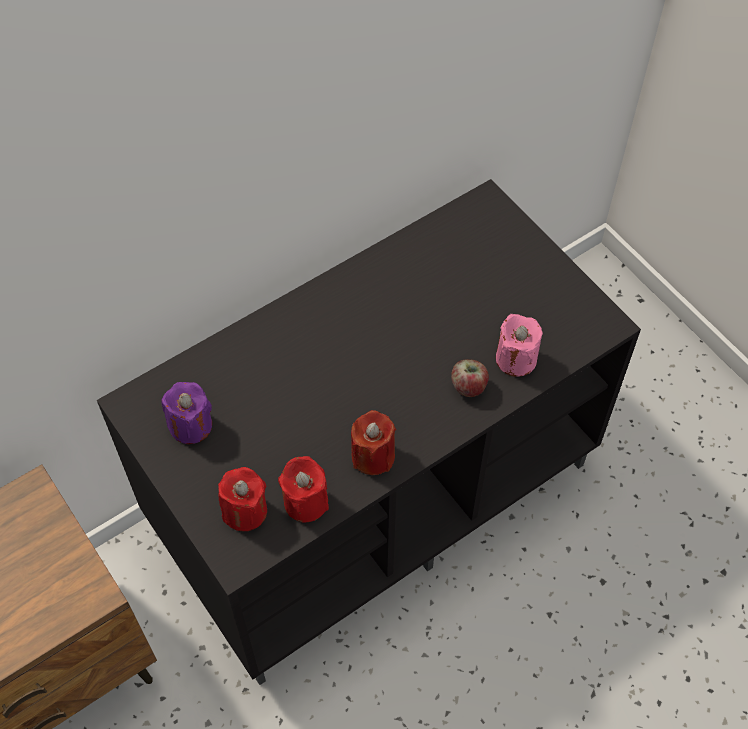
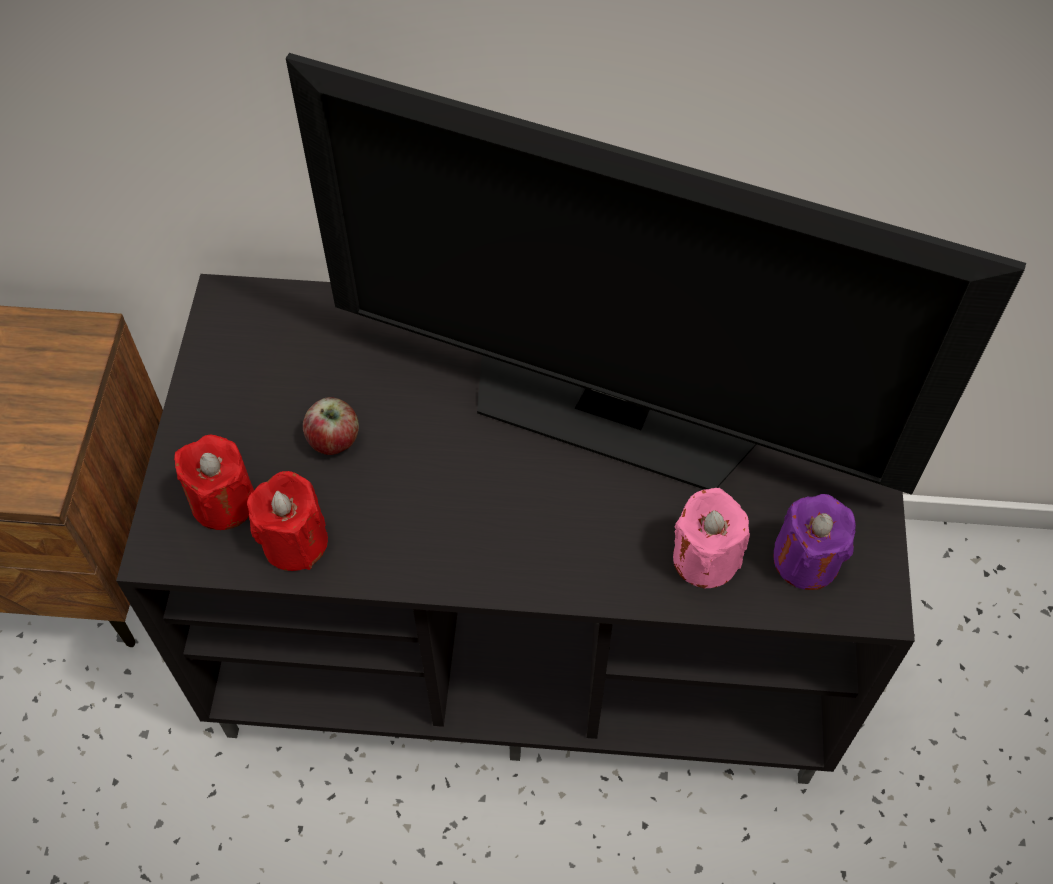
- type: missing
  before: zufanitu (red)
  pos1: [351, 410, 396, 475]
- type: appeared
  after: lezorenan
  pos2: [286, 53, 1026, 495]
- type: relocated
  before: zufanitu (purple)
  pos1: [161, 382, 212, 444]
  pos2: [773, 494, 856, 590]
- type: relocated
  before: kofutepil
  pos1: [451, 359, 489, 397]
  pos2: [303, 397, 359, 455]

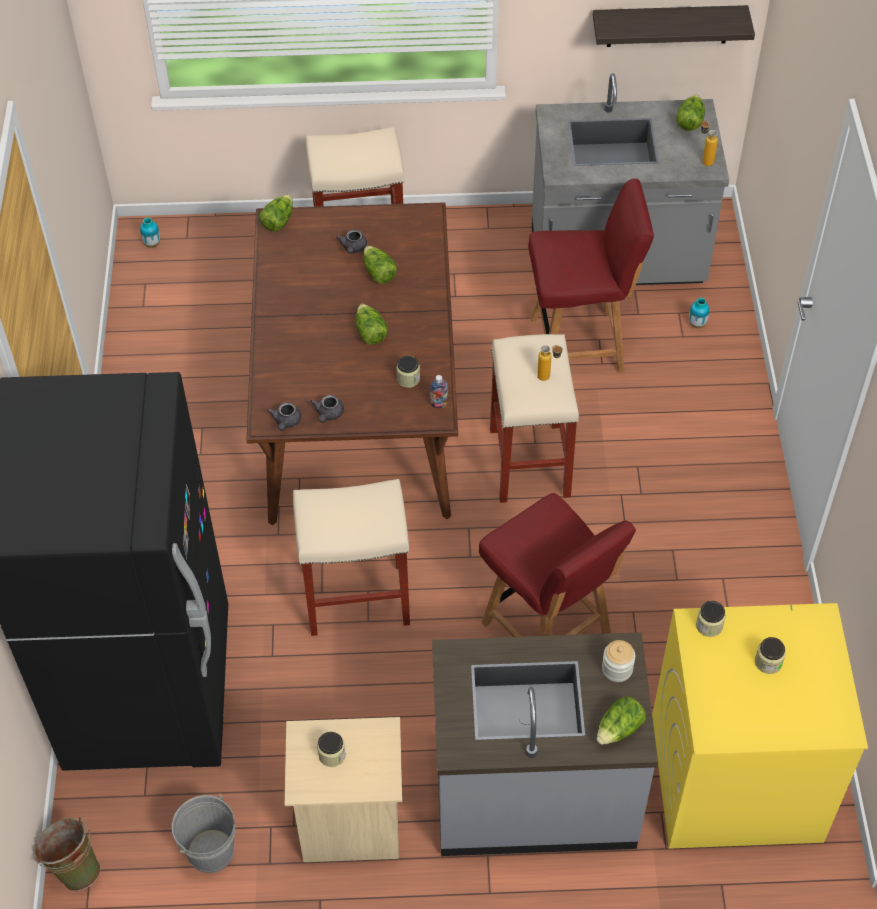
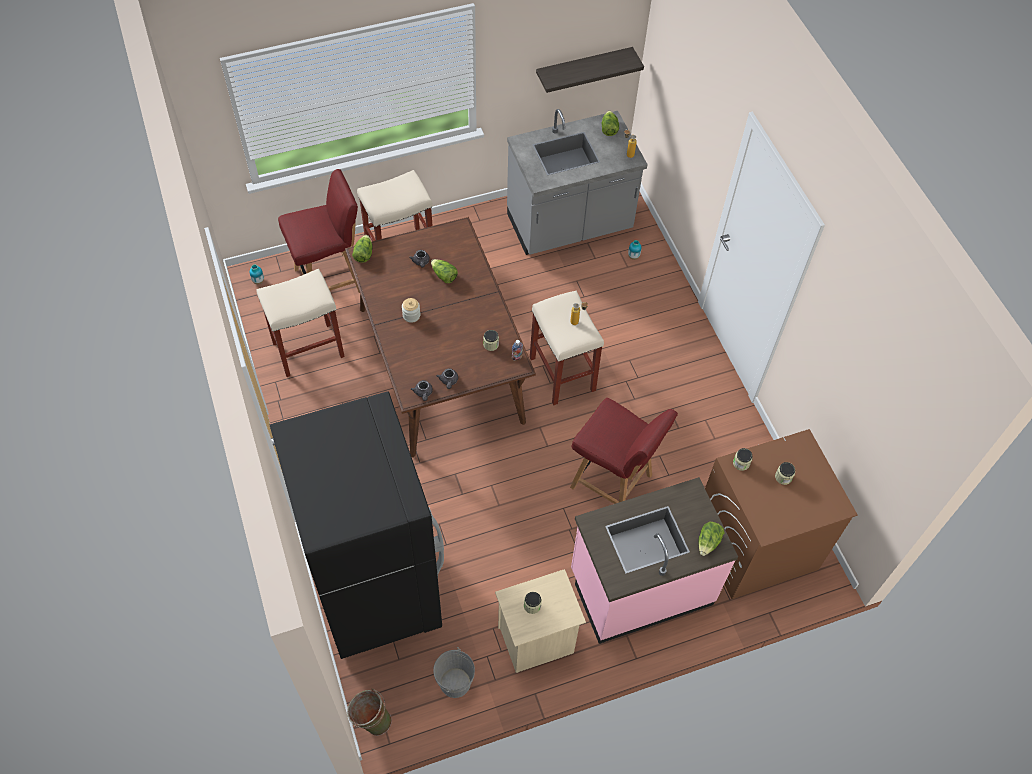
- type: missing
  before: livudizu
  pos1: [356, 304, 388, 345]
- type: relocated
  before: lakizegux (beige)
  pos1: [293, 479, 410, 636]
  pos2: [256, 269, 345, 377]
- type: relocated
  before: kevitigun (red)
  pos1: [528, 179, 654, 373]
  pos2: [278, 169, 360, 293]
- type: relocated
  before: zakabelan
  pos1: [602, 640, 635, 682]
  pos2: [402, 298, 420, 323]
- type: colour
  before: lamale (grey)
  after: lamale (pink)
  pos1: [432, 632, 658, 856]
  pos2: [571, 477, 738, 644]
- type: colour
  before: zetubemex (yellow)
  after: zetubemex (brown)
  pos1: [652, 603, 868, 849]
  pos2: [705, 429, 858, 599]

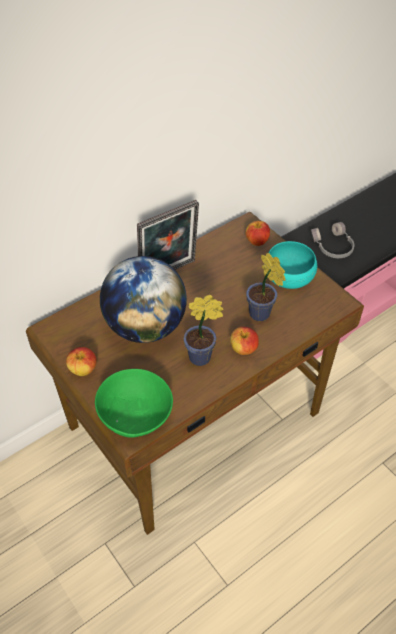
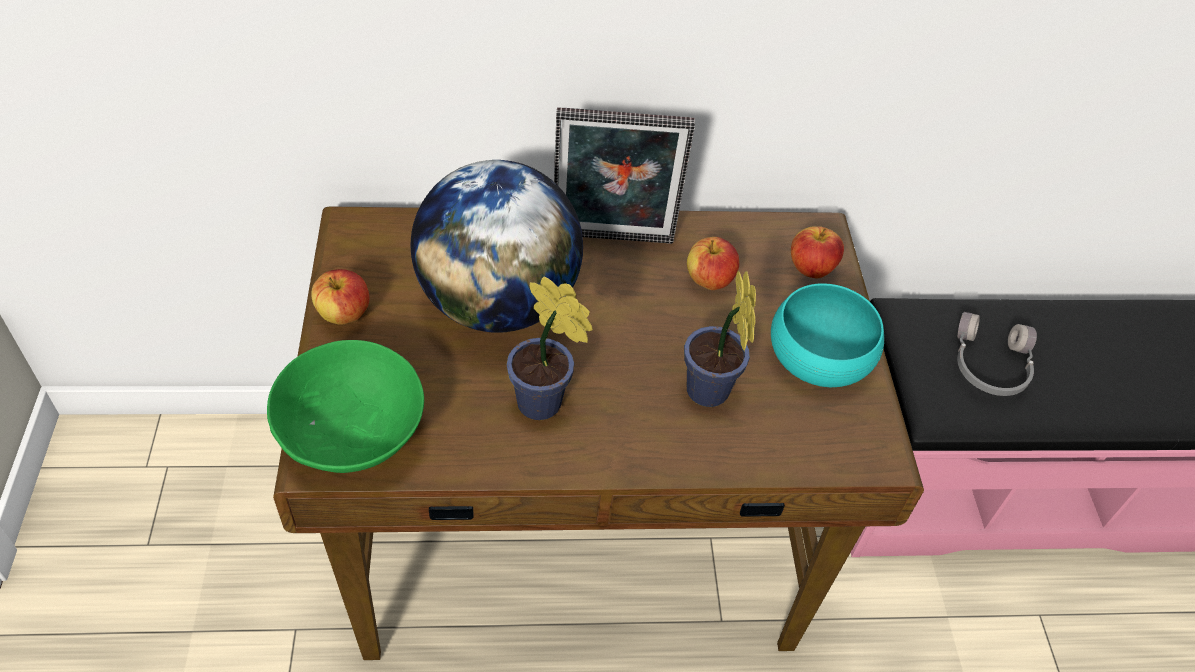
- type: relocated
  before: kofutepil
  pos1: [230, 327, 259, 355]
  pos2: [687, 237, 739, 290]

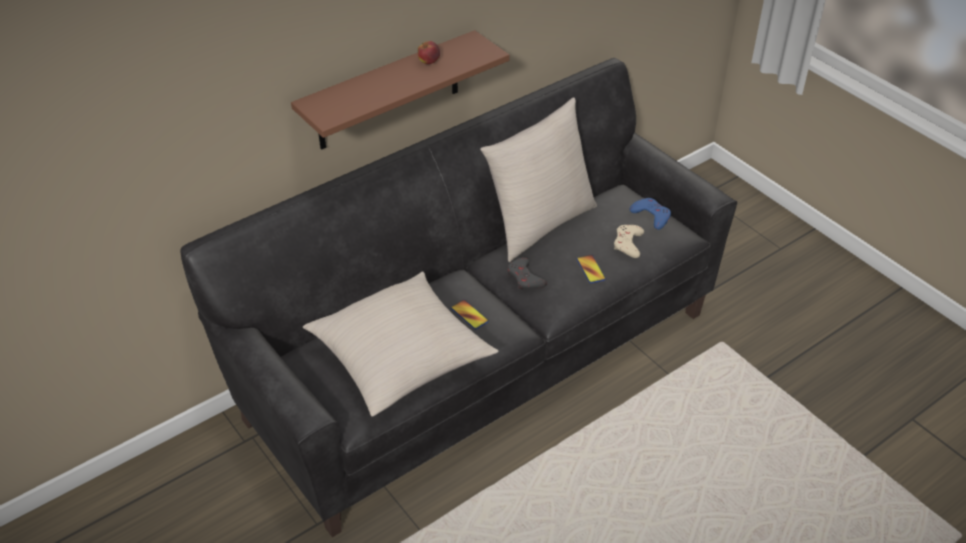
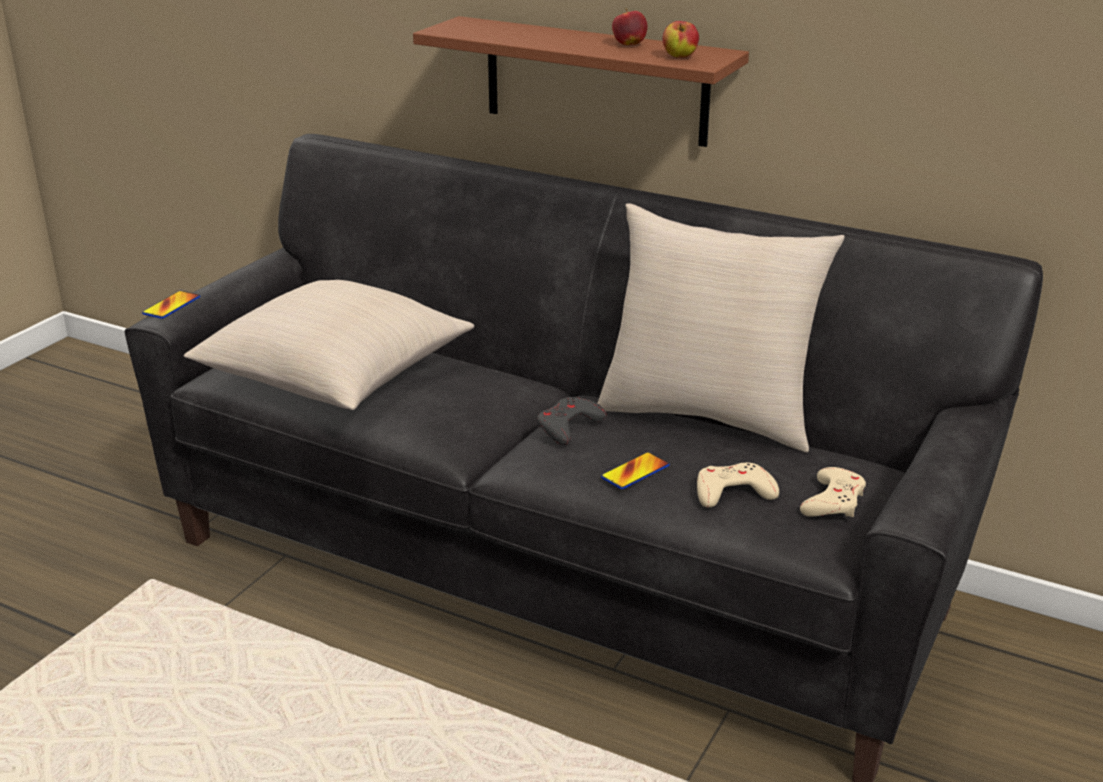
- type: appeared
  after: kofutepil
  pos2: [662, 21, 699, 58]
- type: relocated
  before: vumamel
  pos1: [451, 299, 489, 329]
  pos2: [142, 291, 200, 319]
- type: colour
  before: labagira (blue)
  after: labagira (beige)
  pos1: [630, 198, 671, 230]
  pos2: [800, 467, 866, 517]

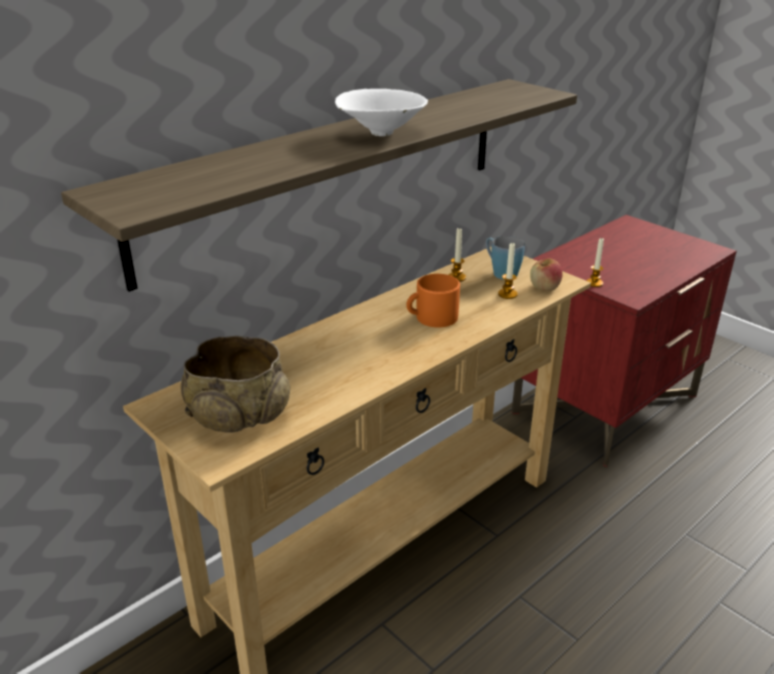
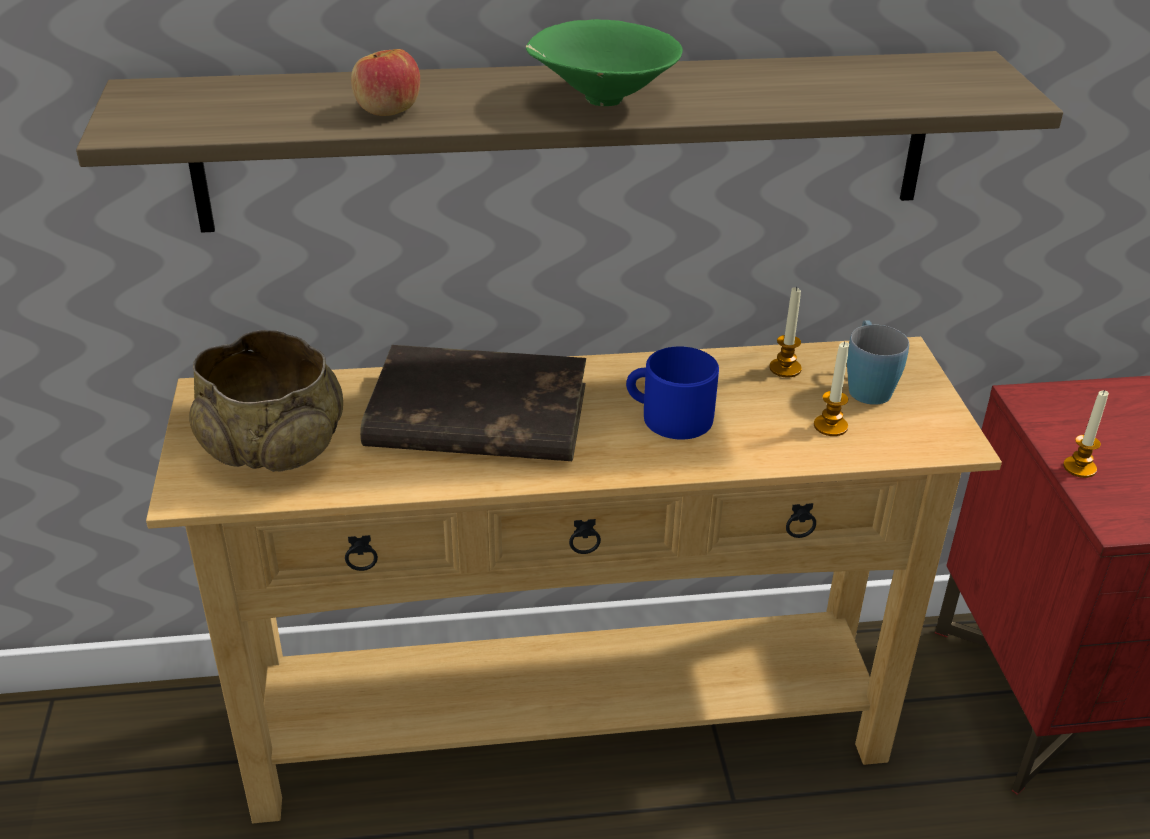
- type: appeared
  after: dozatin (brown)
  pos2: [360, 345, 586, 461]
- type: relocated
  before: kofutepil
  pos1: [530, 258, 563, 291]
  pos2: [351, 49, 420, 116]
- type: colour
  before: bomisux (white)
  after: bomisux (green)
  pos1: [335, 89, 428, 136]
  pos2: [526, 19, 683, 106]
- type: colour
  before: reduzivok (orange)
  after: reduzivok (blue)
  pos1: [406, 274, 460, 328]
  pos2: [626, 346, 719, 440]

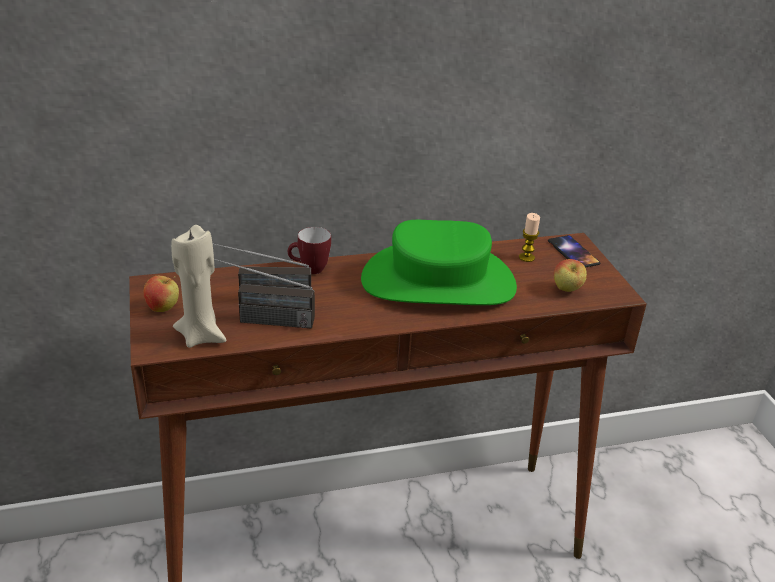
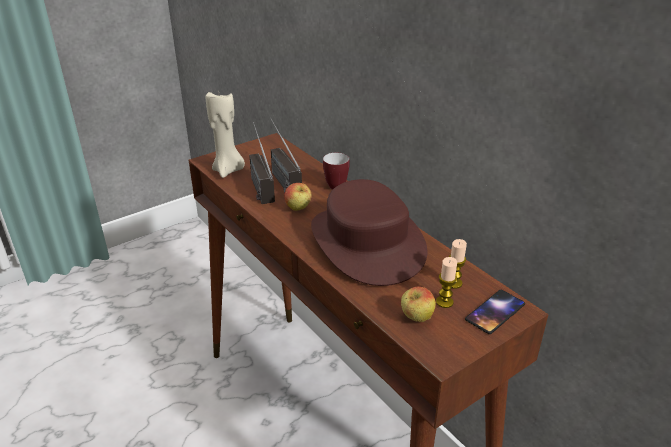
- type: appeared
  after: zufanitu
  pos2: [436, 257, 457, 308]
- type: relocated
  before: kofutepil
  pos1: [144, 276, 179, 312]
  pos2: [284, 183, 312, 211]
- type: colour
  before: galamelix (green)
  after: galamelix (brown)
  pos1: [361, 220, 517, 305]
  pos2: [311, 179, 427, 286]

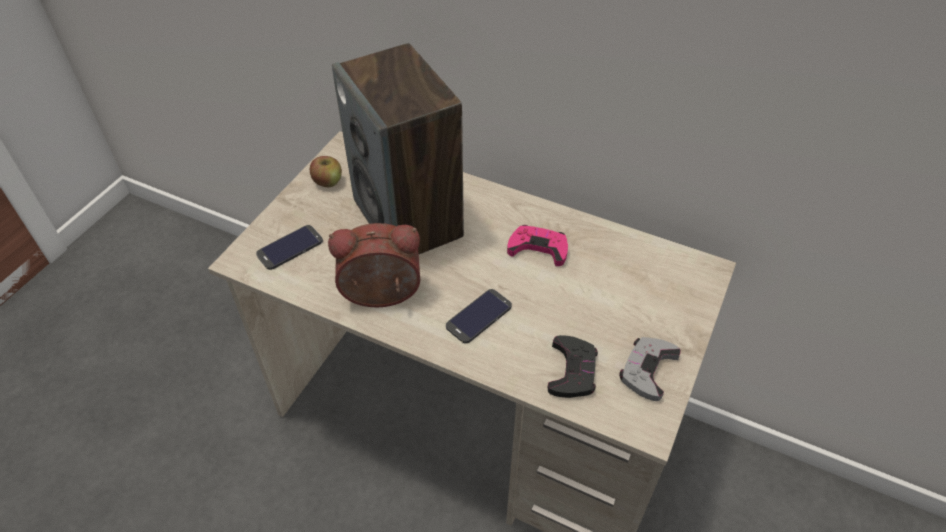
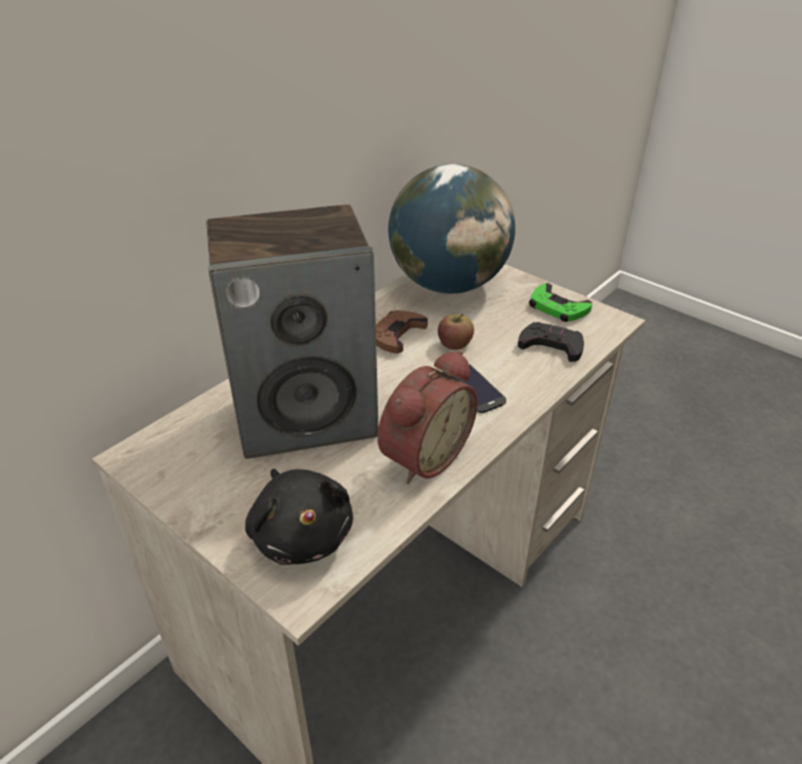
- type: appeared
  after: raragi
  pos2: [388, 164, 515, 294]
- type: relocated
  before: kofutepil
  pos1: [310, 156, 342, 188]
  pos2: [438, 314, 474, 350]
- type: exchanged
  before: vumamel
  after: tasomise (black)
  pos1: [256, 225, 323, 270]
  pos2: [245, 469, 353, 565]
- type: colour
  before: labagira (pink)
  after: labagira (brown)
  pos1: [507, 225, 568, 266]
  pos2: [376, 310, 428, 354]
- type: colour
  before: labagira (grey)
  after: labagira (green)
  pos1: [620, 337, 681, 401]
  pos2: [529, 283, 592, 322]
- type: spun
  before: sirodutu
  pos1: [328, 223, 420, 307]
  pos2: [377, 350, 478, 484]
  turn: -150

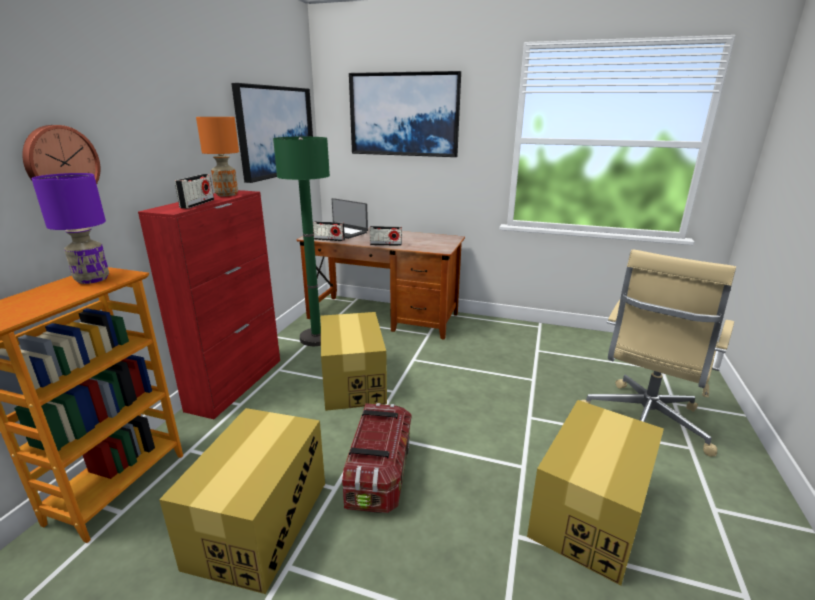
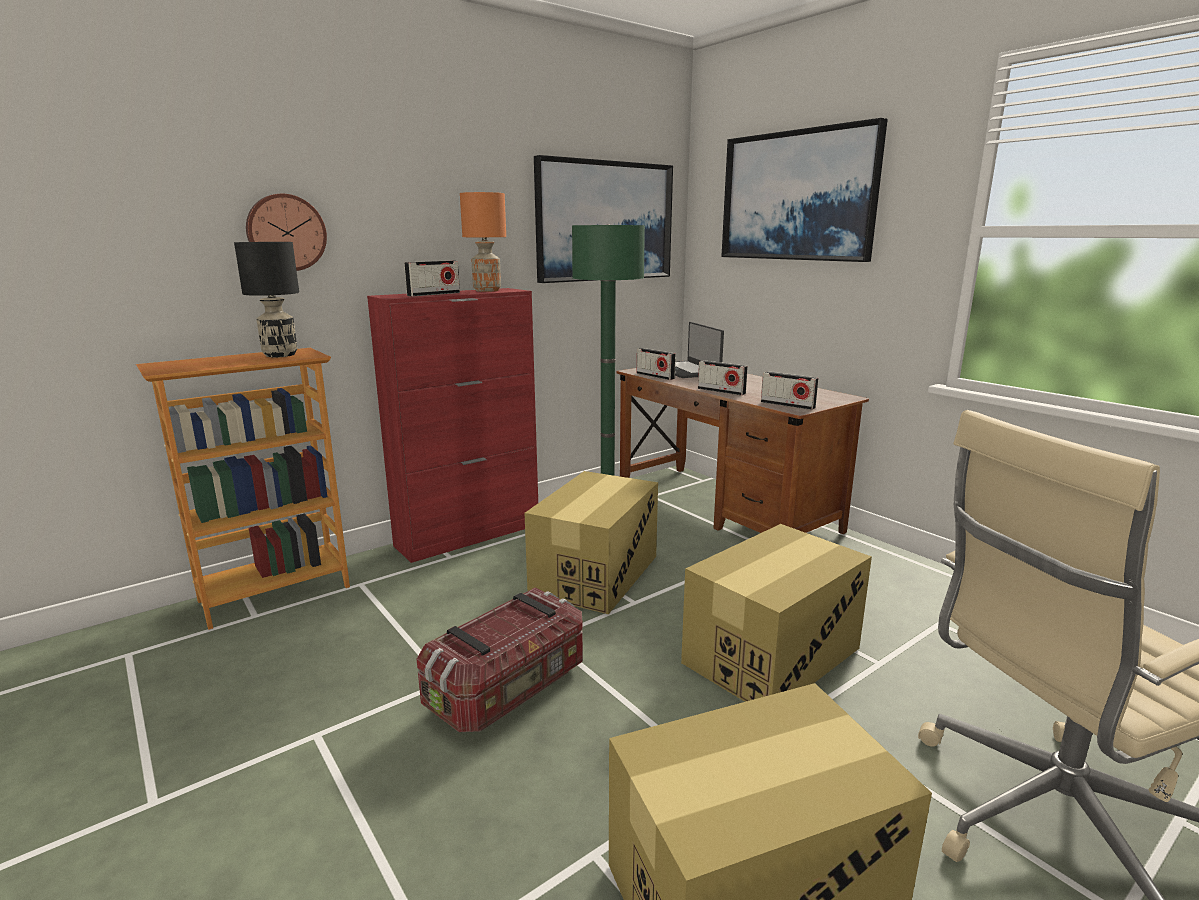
- type: appeared
  after: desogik
  pos2: [761, 371, 819, 410]
- type: relocated
  before: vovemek
  pos1: [159, 408, 325, 594]
  pos2: [681, 524, 872, 702]
- type: colour
  before: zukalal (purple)
  after: zukalal (black)
  pos1: [31, 173, 109, 284]
  pos2: [234, 242, 299, 357]

